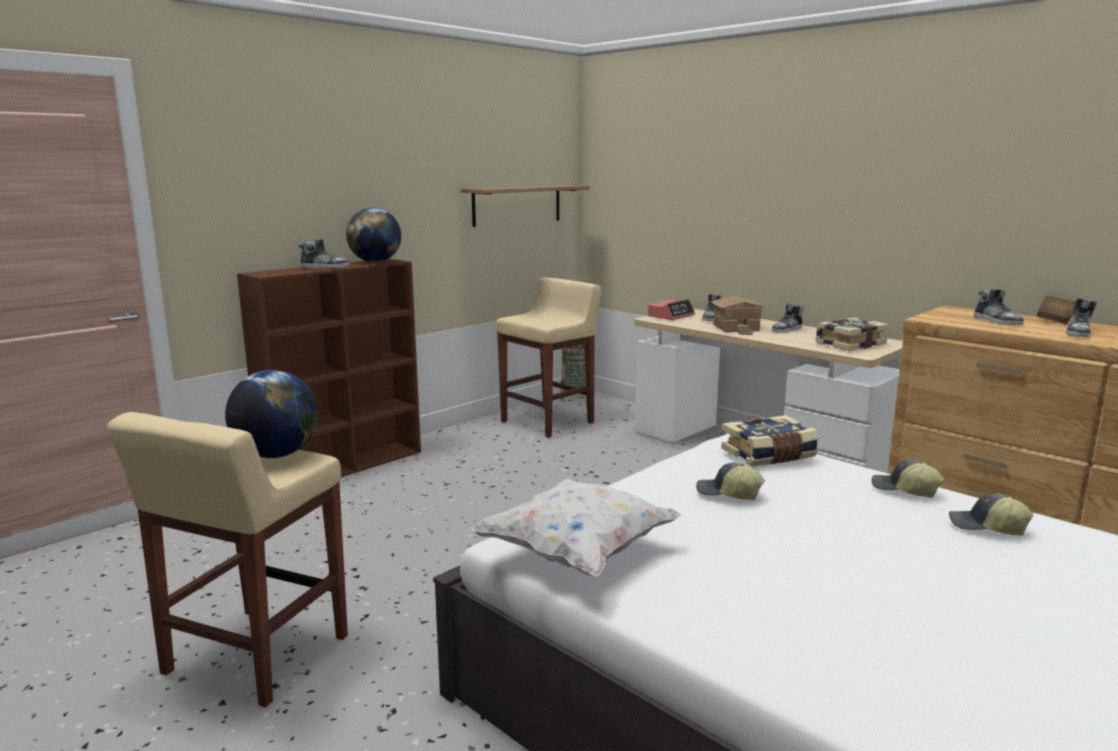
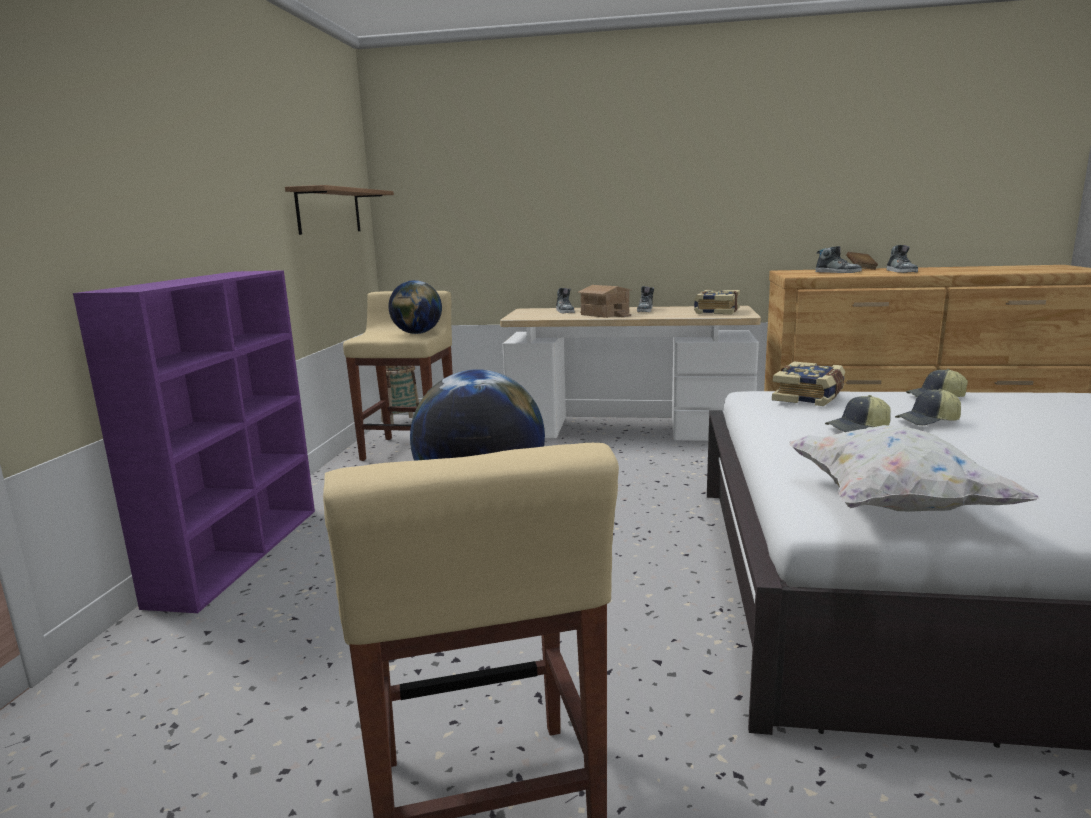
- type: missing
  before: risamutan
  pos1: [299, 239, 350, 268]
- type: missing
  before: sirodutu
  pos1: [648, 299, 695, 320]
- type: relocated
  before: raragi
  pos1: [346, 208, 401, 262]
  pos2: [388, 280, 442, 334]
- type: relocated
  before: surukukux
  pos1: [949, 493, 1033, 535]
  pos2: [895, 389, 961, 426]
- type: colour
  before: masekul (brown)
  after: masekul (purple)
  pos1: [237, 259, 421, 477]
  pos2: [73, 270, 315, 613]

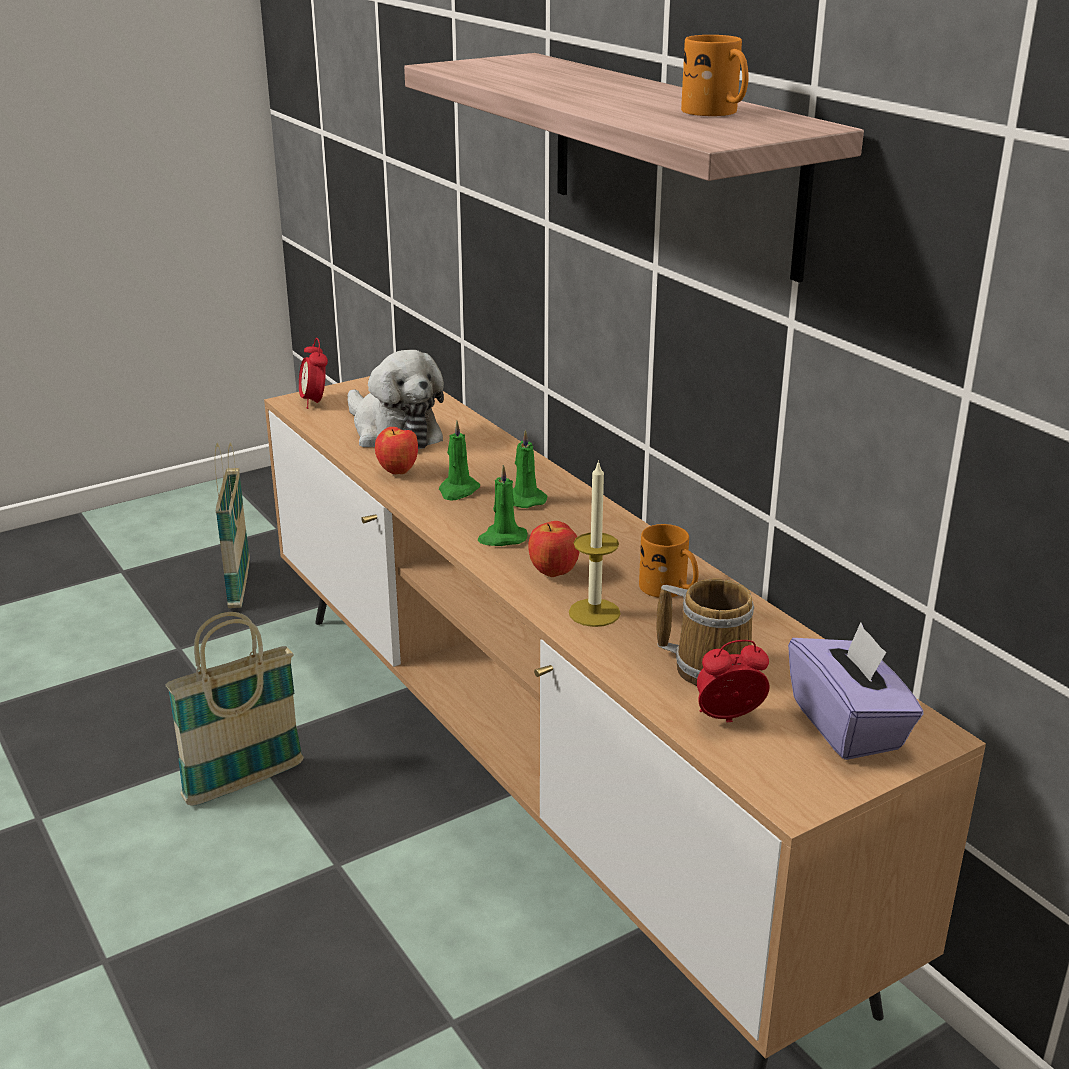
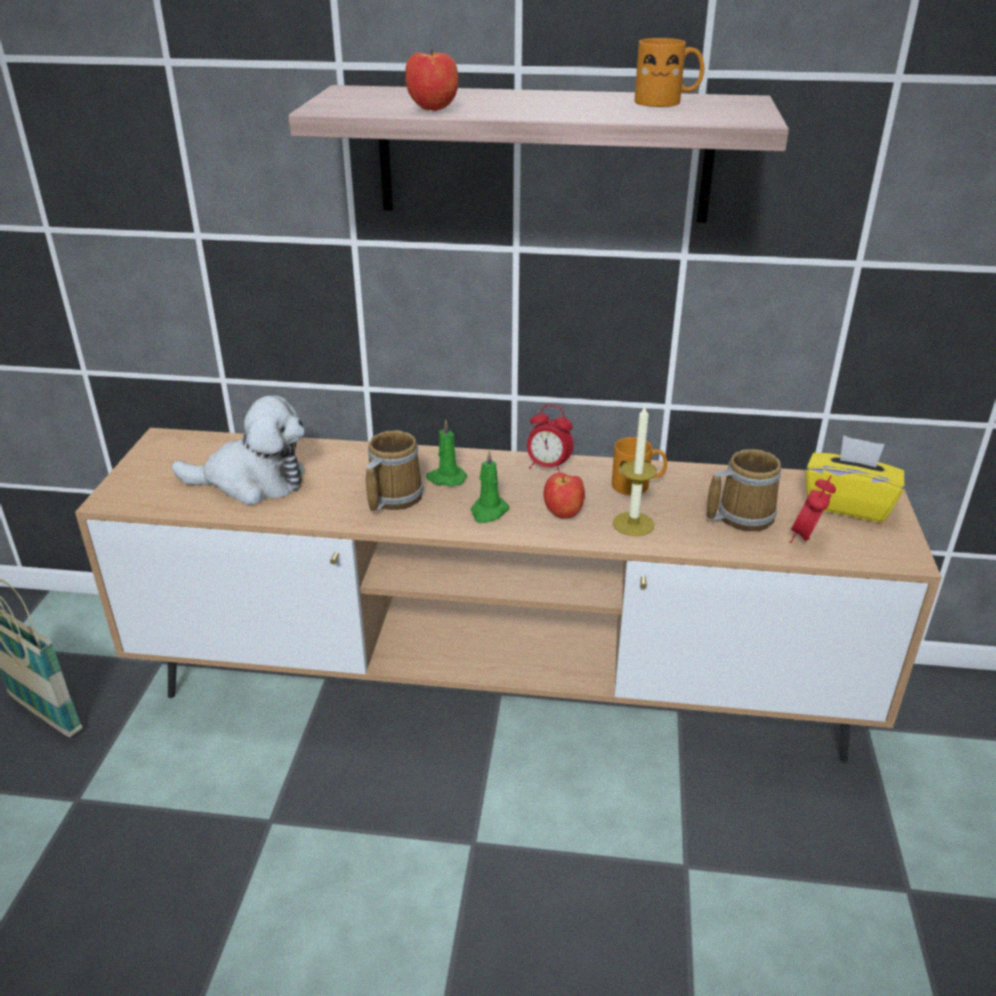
- type: missing
  before: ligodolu
  pos1: [165, 612, 304, 806]
- type: relocated
  before: sirodutu
  pos1: [299, 338, 328, 409]
  pos2: [527, 405, 573, 473]
- type: relocated
  before: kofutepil
  pos1: [375, 427, 418, 474]
  pos2: [405, 48, 459, 111]
- type: exchanged
  before: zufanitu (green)
  after: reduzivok
  pos1: [439, 421, 480, 501]
  pos2: [366, 430, 423, 512]
- type: colour
  before: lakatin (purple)
  after: lakatin (yellow)
  pos1: [788, 622, 923, 760]
  pos2: [805, 435, 904, 522]

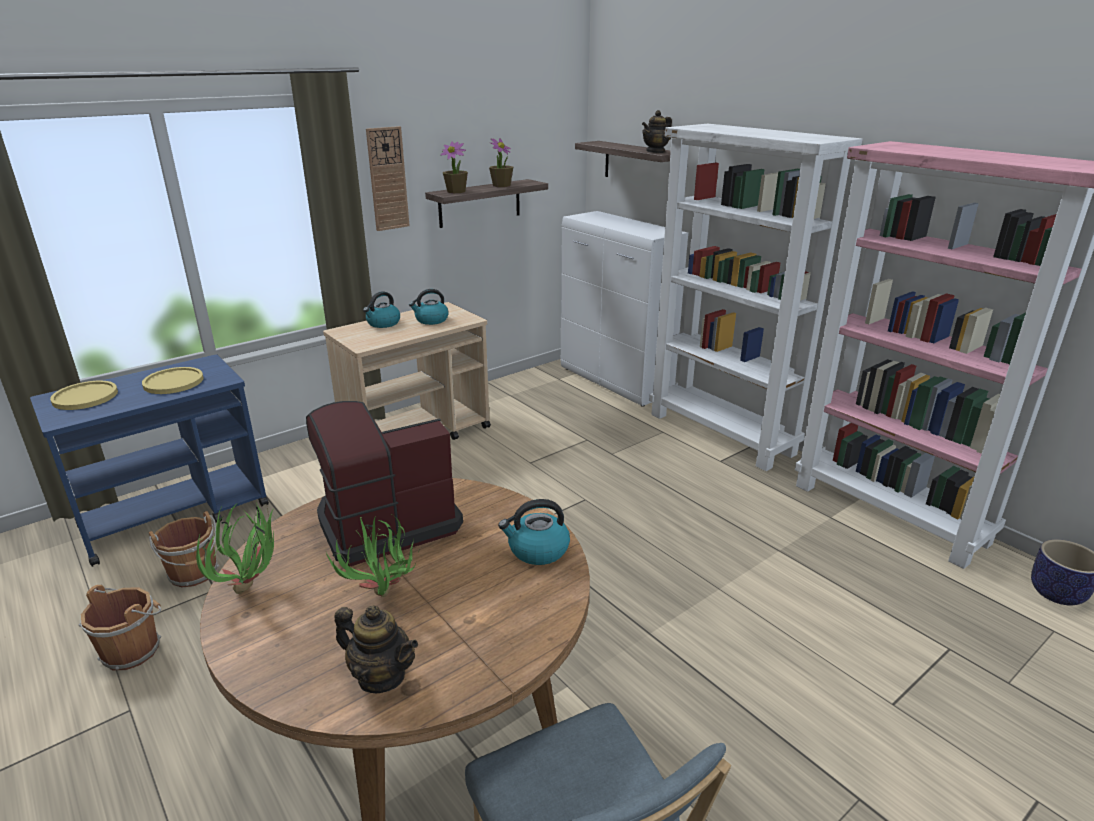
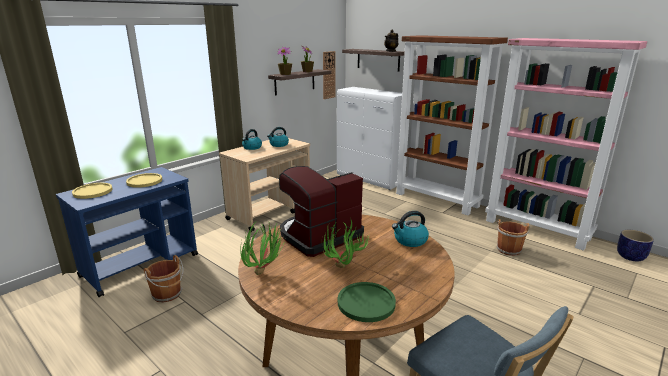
- type: relocated
  before: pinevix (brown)
  pos1: [79, 585, 161, 670]
  pos2: [497, 219, 530, 256]
- type: relocated
  before: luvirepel
  pos1: [366, 126, 410, 231]
  pos2: [323, 51, 336, 99]
- type: exchanged
  before: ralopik
  after: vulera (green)
  pos1: [335, 605, 418, 693]
  pos2: [338, 282, 396, 322]
- type: colour
  before: masekul (white)
  after: masekul (brown)
  pos1: [649, 124, 863, 471]
  pos2: [395, 35, 508, 215]

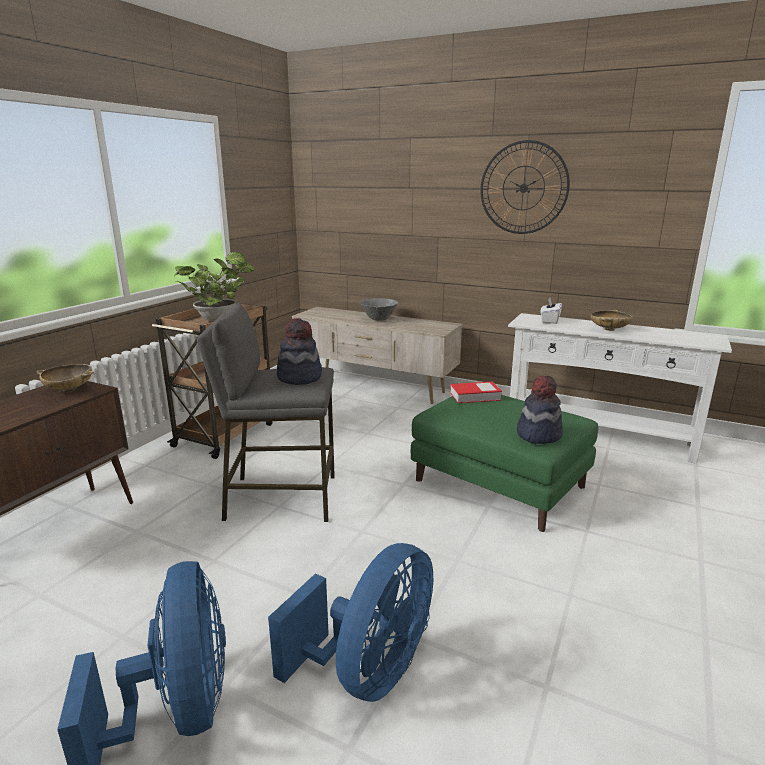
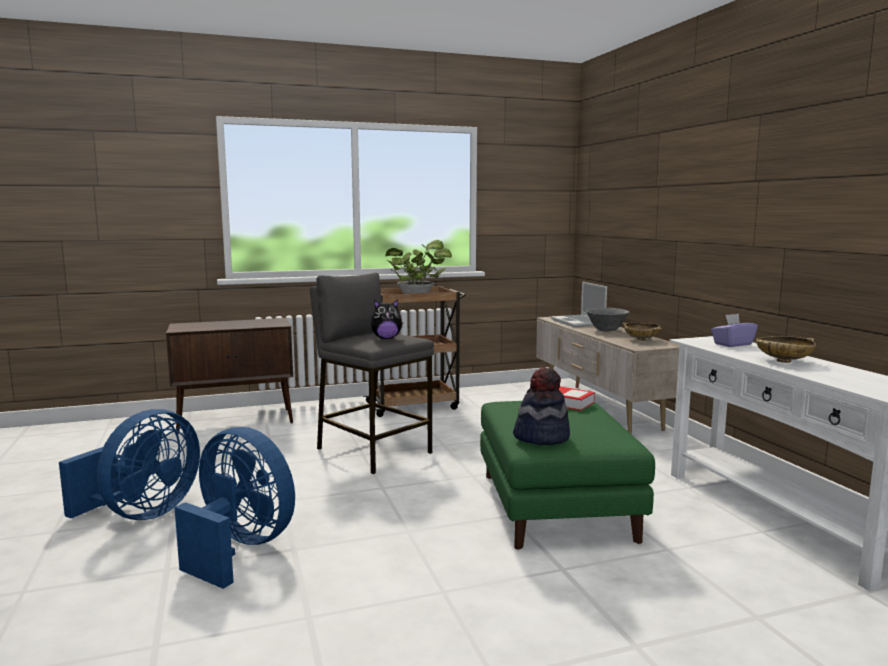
- type: missing
  before: luvirepel
  pos1: [480, 140, 570, 234]
- type: appeared
  after: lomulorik
  pos2: [551, 281, 607, 327]
- type: relocated
  before: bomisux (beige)
  pos1: [37, 364, 94, 392]
  pos2: [623, 322, 662, 341]
- type: exchanged
  before: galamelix
  after: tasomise
  pos1: [277, 318, 322, 385]
  pos2: [371, 299, 403, 339]
- type: colour
  before: lakatin (white)
  after: lakatin (purple)
  pos1: [540, 298, 562, 324]
  pos2: [711, 314, 758, 347]
- type: spun
  before: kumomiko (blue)
  pos1: [268, 543, 433, 702]
  pos2: [174, 427, 295, 589]
  turn: -135

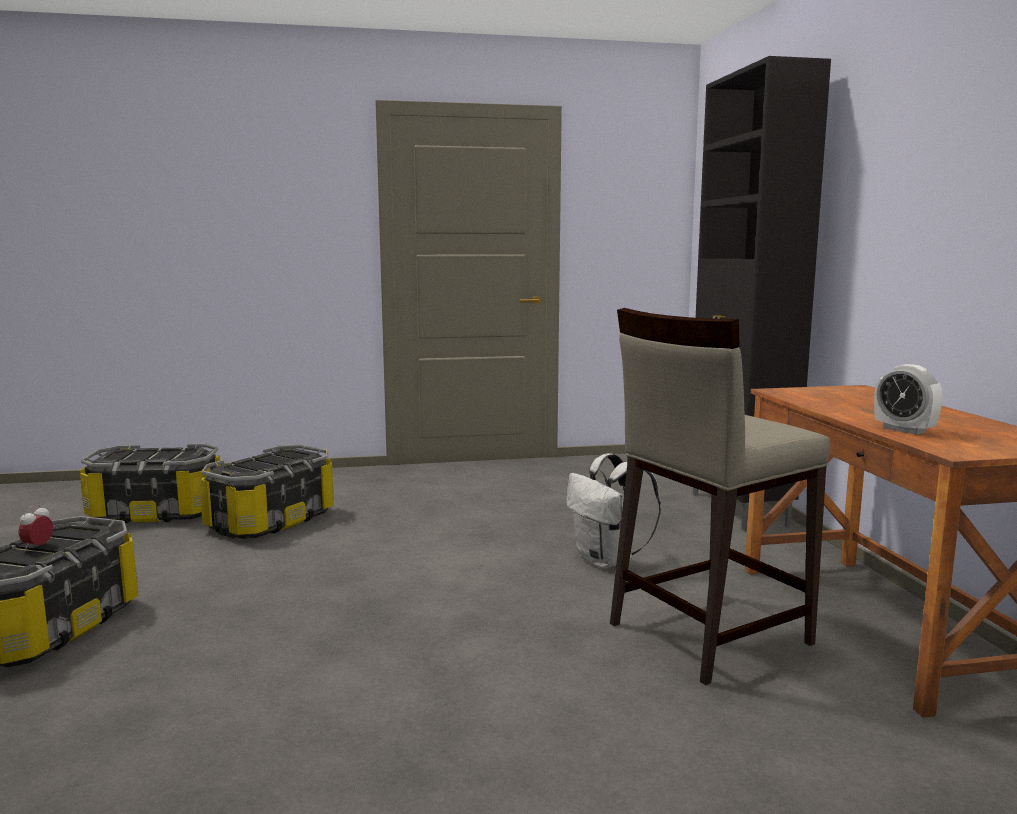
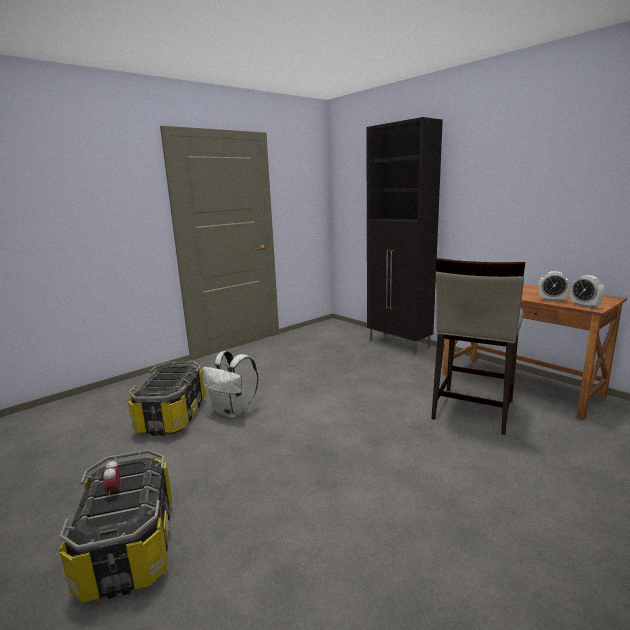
- type: missing
  before: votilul
  pos1: [80, 444, 221, 523]
- type: appeared
  after: sirodutu
  pos2: [570, 275, 604, 308]
- type: relocated
  before: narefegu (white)
  pos1: [566, 453, 661, 569]
  pos2: [202, 351, 258, 418]

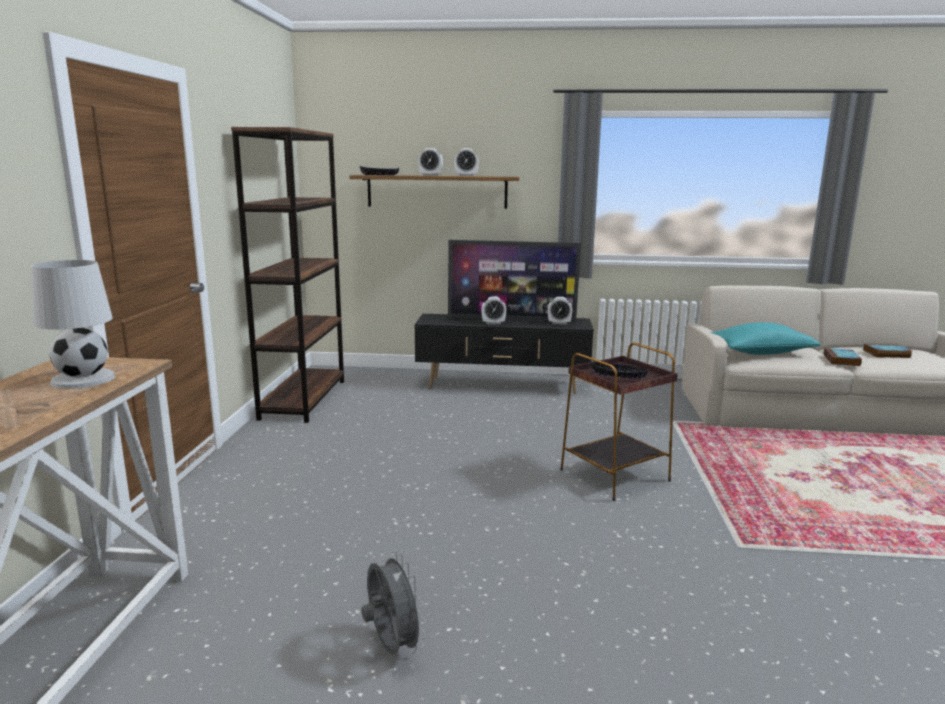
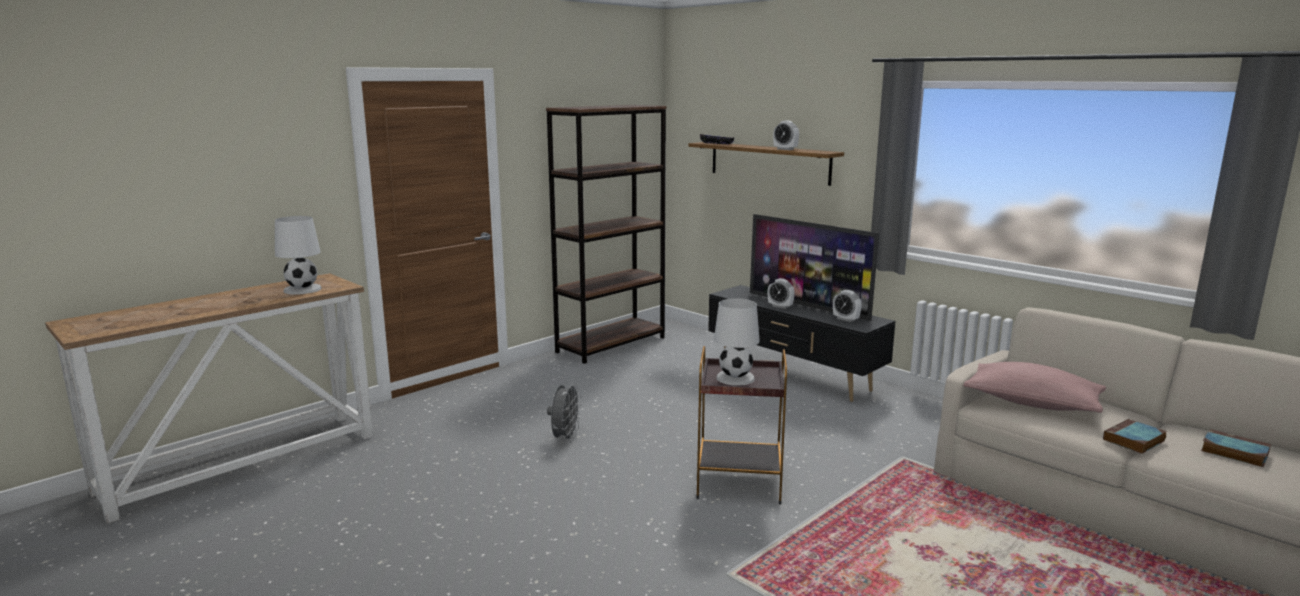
- type: missing
  before: sirodutu
  pos1: [418, 148, 443, 176]
- type: relocated
  before: kumomiko (grey)
  pos1: [361, 551, 426, 655]
  pos2: [547, 382, 582, 443]
- type: exchanged
  before: bomisux (black)
  after: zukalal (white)
  pos1: [591, 361, 648, 379]
  pos2: [714, 298, 760, 386]
- type: colour
  before: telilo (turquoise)
  after: telilo (pink)
  pos1: [710, 322, 820, 355]
  pos2: [963, 362, 1106, 413]

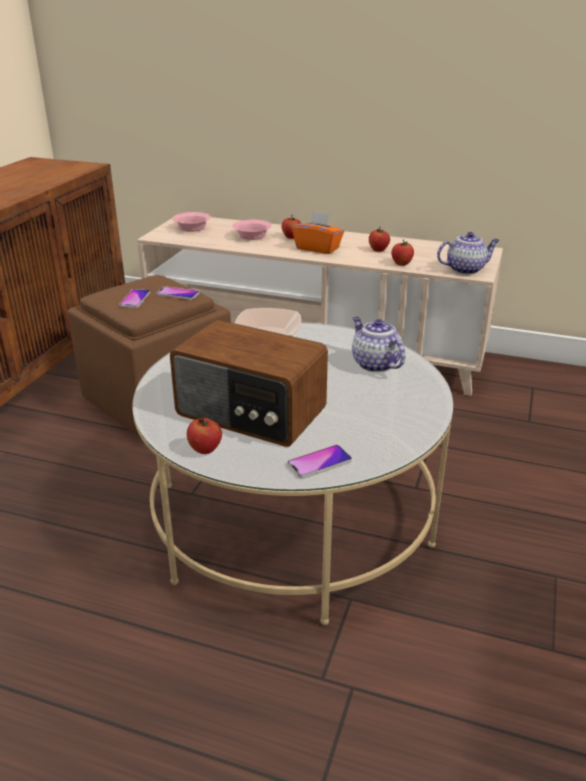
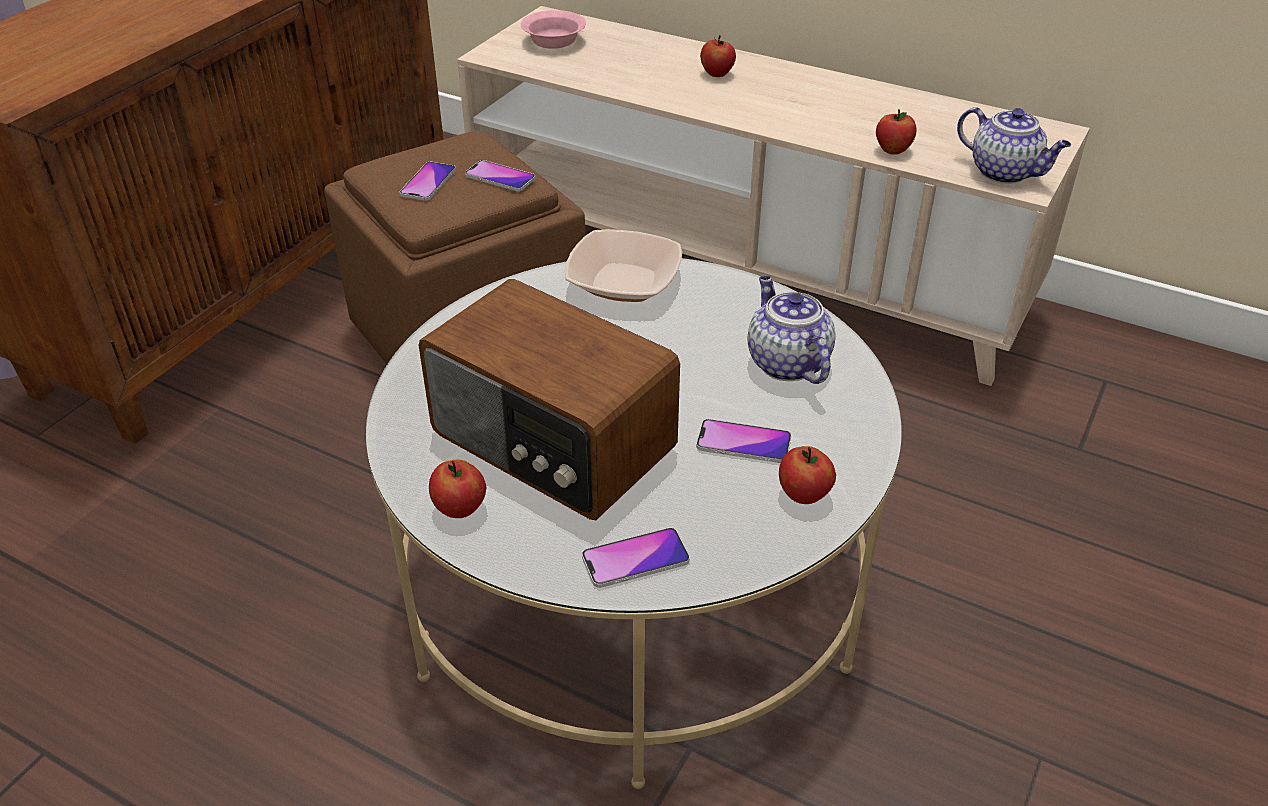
- type: missing
  before: bomisux (pink)
  pos1: [232, 220, 272, 240]
- type: missing
  before: lakatin (orange)
  pos1: [292, 211, 344, 254]
- type: appeared
  after: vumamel
  pos2: [696, 419, 791, 463]
- type: relocated
  before: kofutepil
  pos1: [369, 227, 390, 252]
  pos2: [779, 446, 836, 504]
- type: spun
  before: ralopik
  pos1: [437, 232, 500, 274]
  pos2: [957, 107, 1071, 184]
  turn: 45

